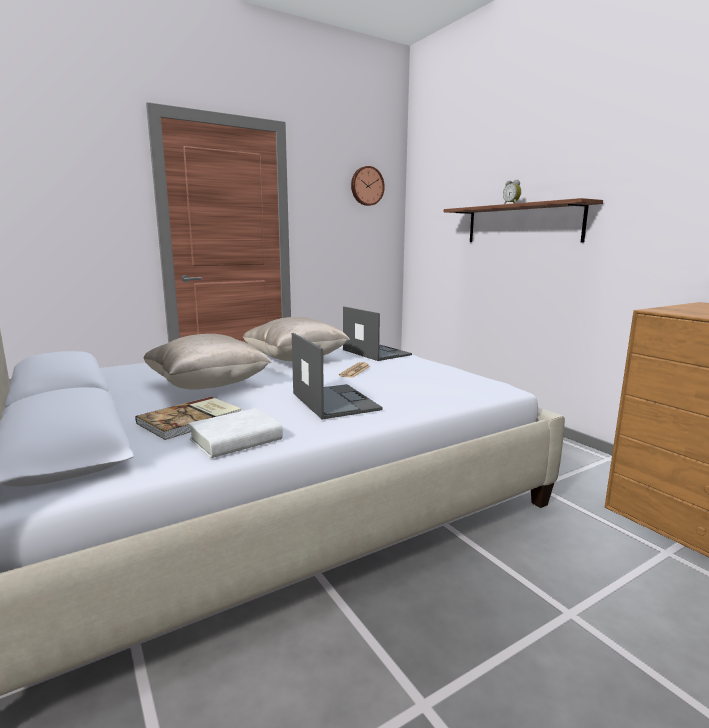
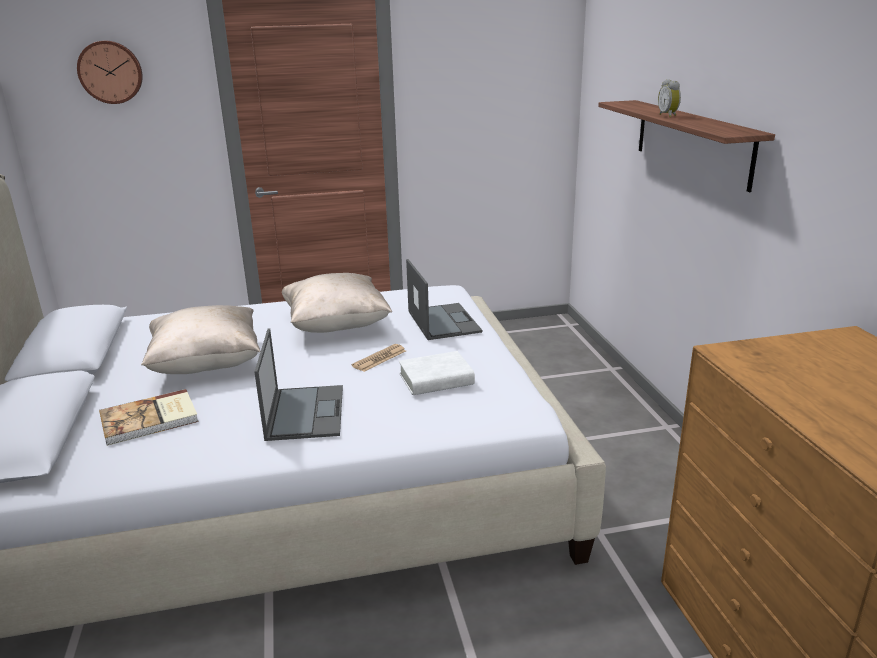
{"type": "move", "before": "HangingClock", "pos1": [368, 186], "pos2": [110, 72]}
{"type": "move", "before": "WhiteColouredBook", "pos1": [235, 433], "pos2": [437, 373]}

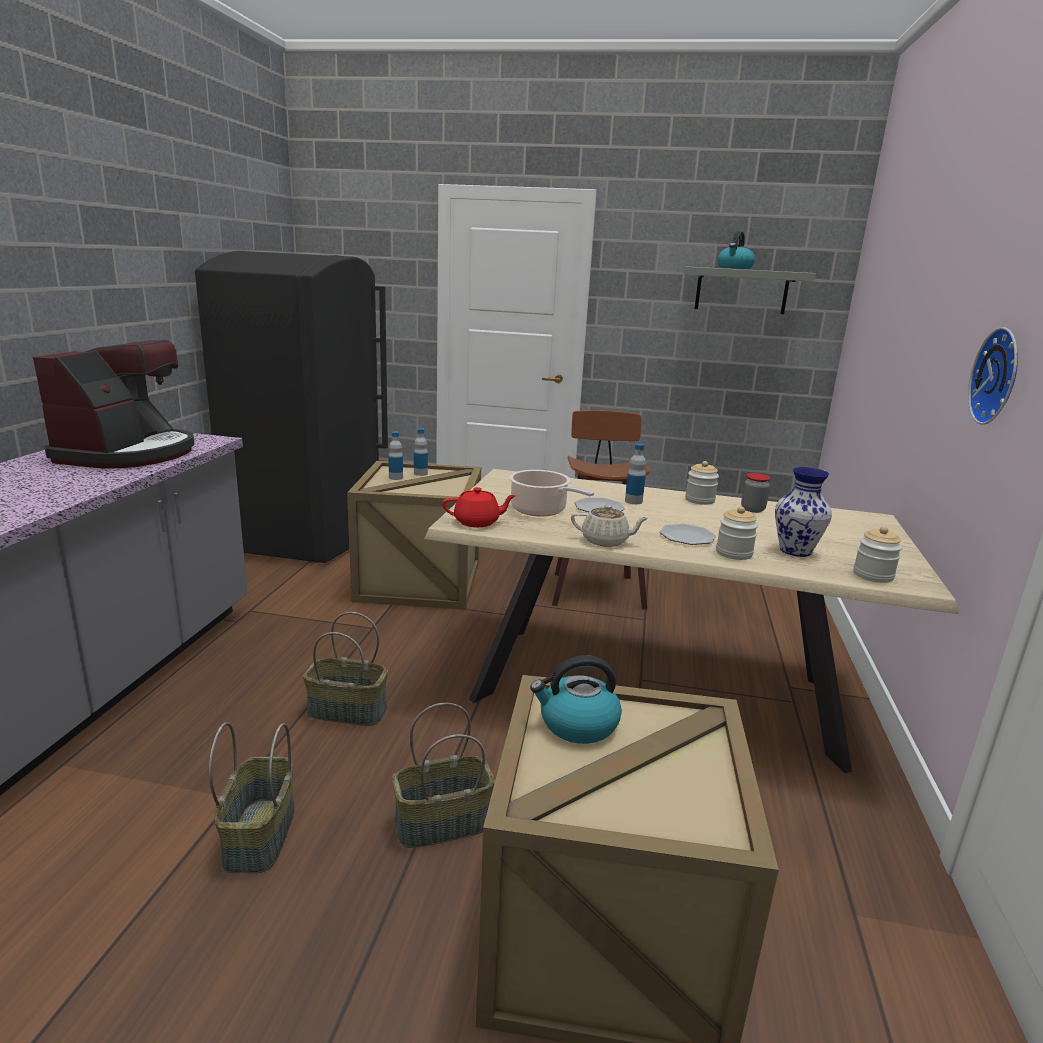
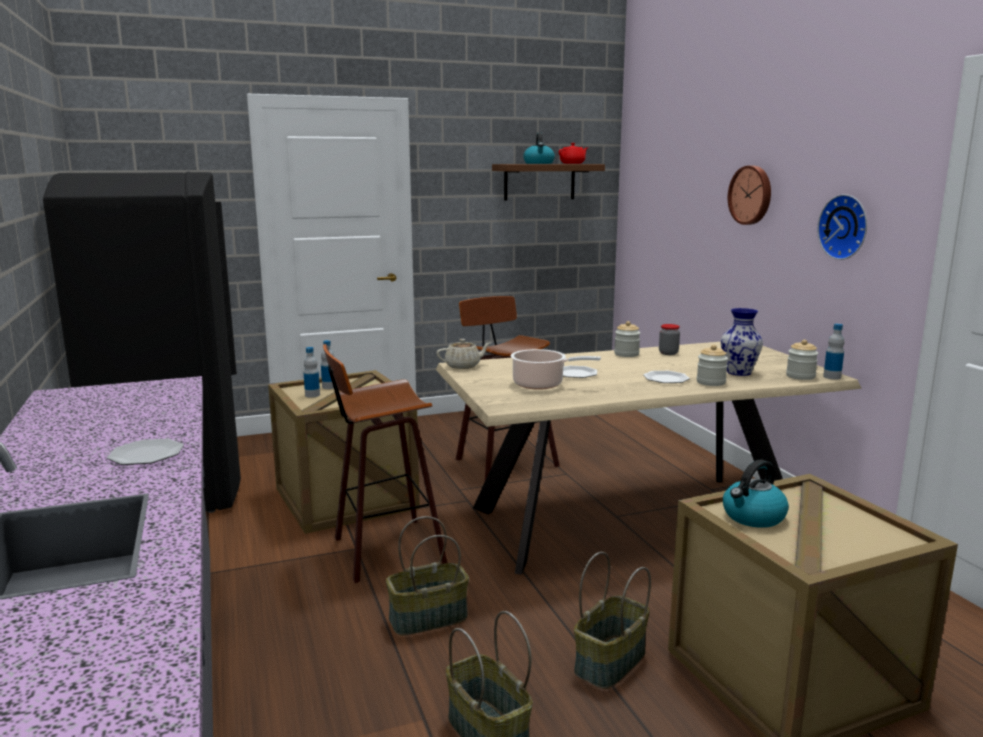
{"type": "insert", "after": "Plate", "pos2": [145, 452]}
{"type": "insert", "after": "StoolSeat", "pos2": [385, 463]}
{"type": "move", "before": "BeigeTeapot", "pos1": [610, 526], "pos2": [463, 354]}
{"type": "recolor", "before": "GreyShelf", "after": "BrownColouredShelf", "pos1": [750, 290], "pos2": [548, 182]}
{"type": "move", "before": "ReddishTeapot", "pos1": [479, 507], "pos2": [573, 153]}
{"type": "insert", "after": "HangingClock", "pos2": [749, 195]}
{"type": "move", "before": "DrinkBottle", "pos1": [635, 473], "pos2": [834, 351]}
{"type": "delete", "before": "CoffeeMaker", "pos1": [113, 404]}

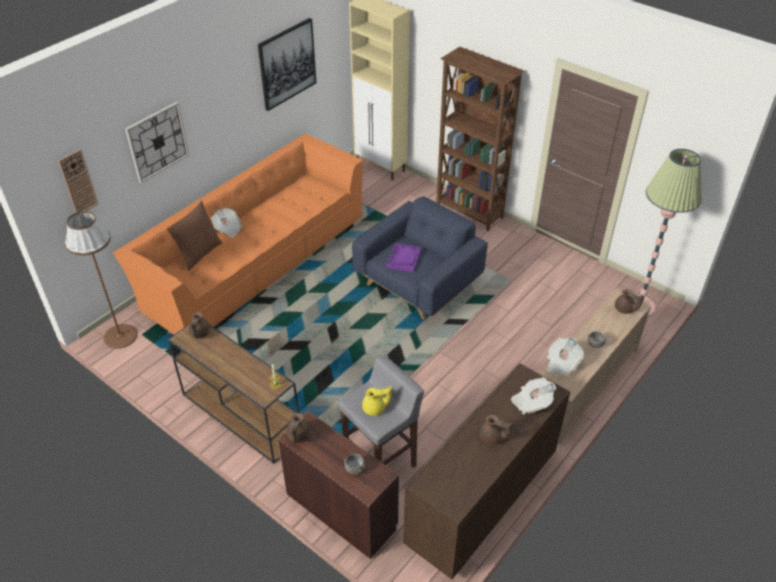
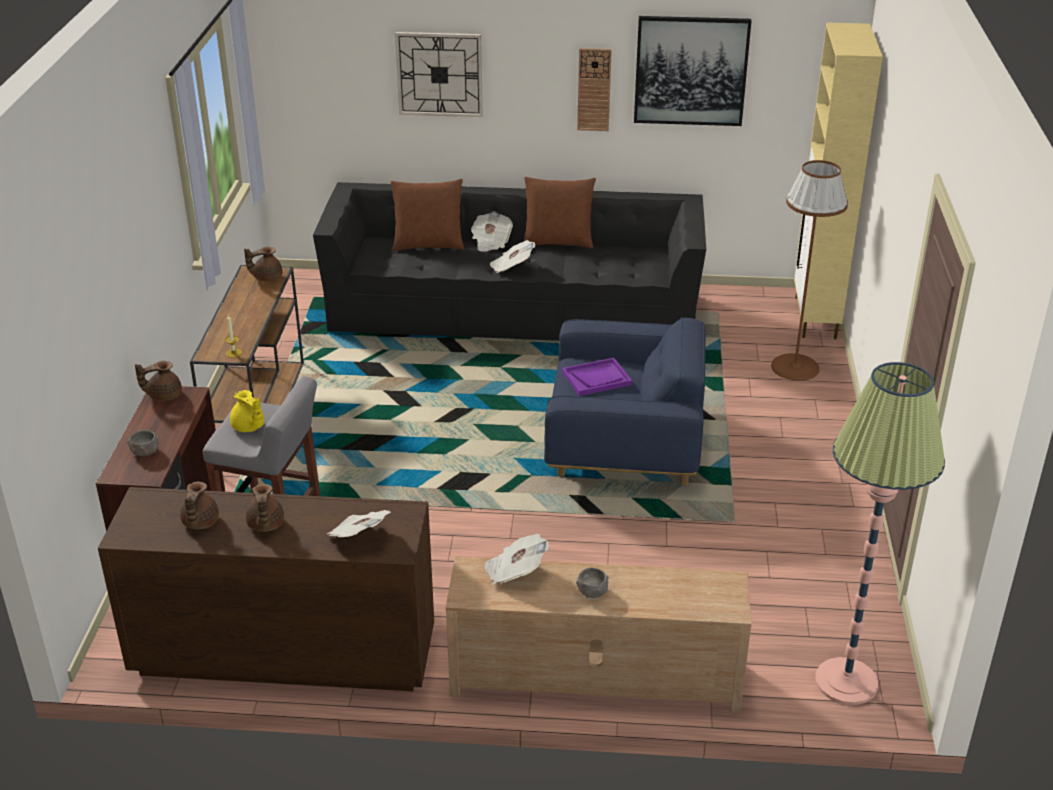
{"type": "move", "before": "BrownColouredTeapot", "pos1": [629, 301], "pos2": [199, 505]}
{"type": "recolor", "before": "OrangeColouredCouch", "after": "BlackColouredCouch", "pos1": [238, 234], "pos2": [509, 261]}
{"type": "insert", "after": "PrintedPaper", "pos2": [513, 256]}
{"type": "insert", "after": "BrownColouredCushion", "pos2": [559, 212]}
{"type": "move", "before": "HangingClock", "pos1": [78, 181], "pos2": [594, 89]}
{"type": "move", "before": "BrownColouredStandingLamp", "pos1": [101, 280], "pos2": [809, 270]}
{"type": "delete", "before": "BrownColouredShelvingUnit", "pos1": [480, 139]}

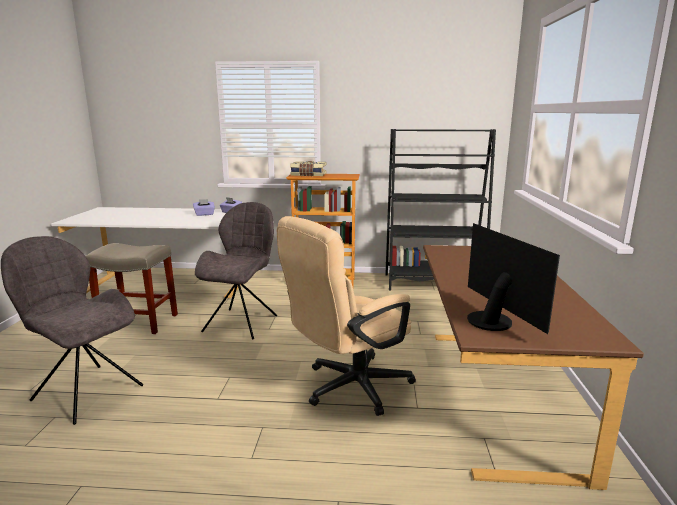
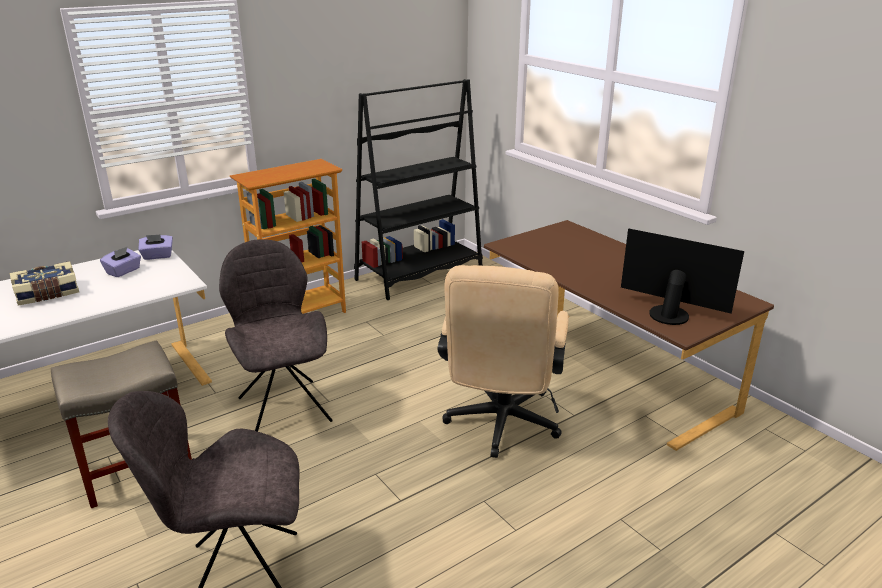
{"type": "move", "before": "Book", "pos1": [308, 168], "pos2": [44, 283]}

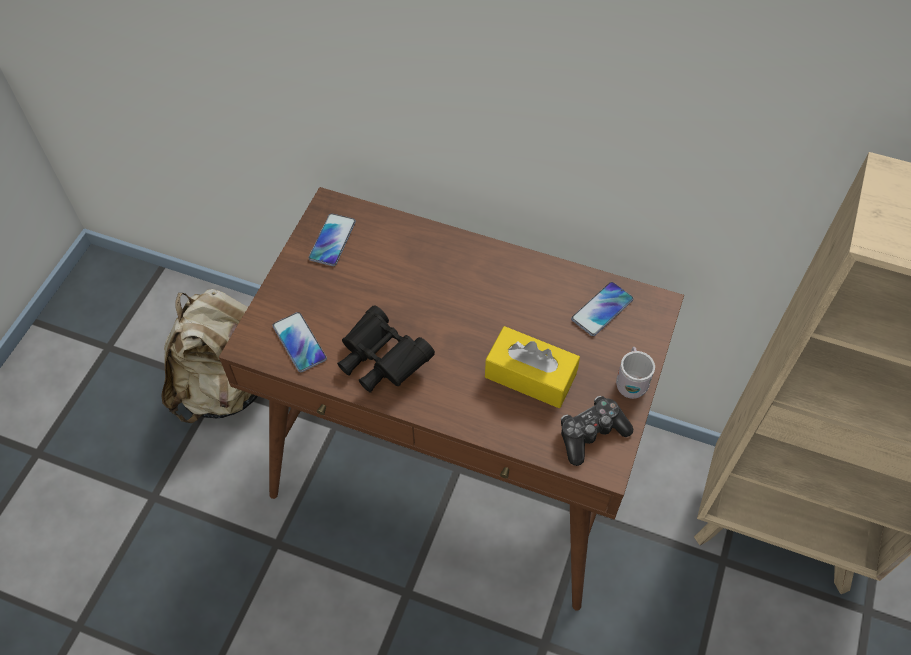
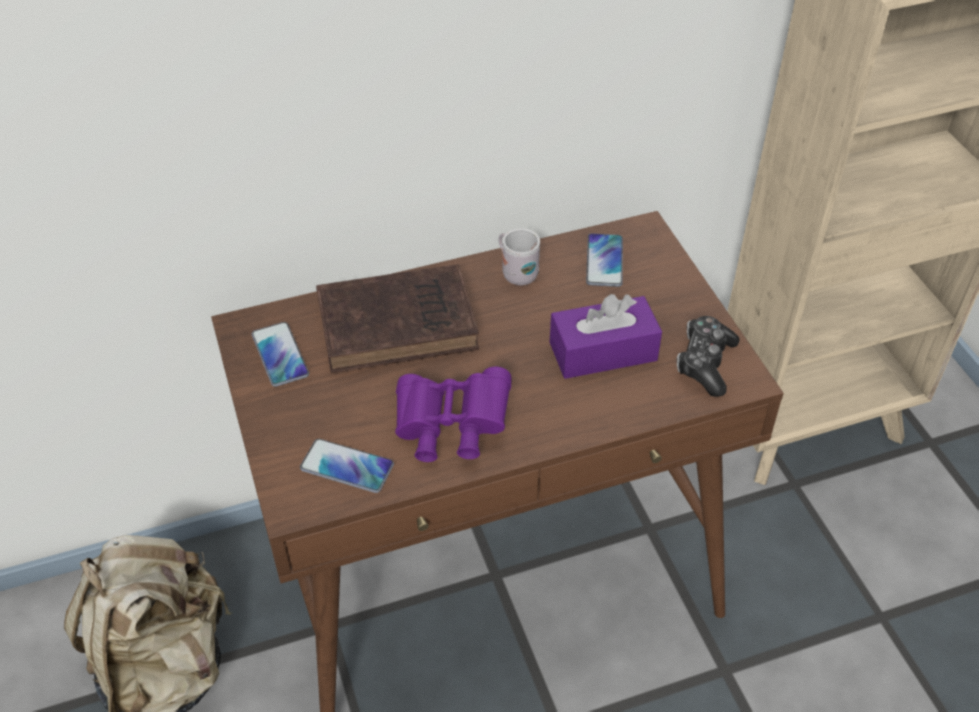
{"type": "insert", "after": "BrownColouredBook", "pos2": [397, 318]}
{"type": "recolor", "before": "BlackColouredFieldGlasses", "after": "PurpleColouredFieldGlasses", "pos1": [386, 349], "pos2": [453, 414]}
{"type": "move", "before": "WhiteColouredMug", "pos1": [635, 373], "pos2": [519, 256]}
{"type": "recolor", "before": "YellowishTissueHolder", "after": "PurpleColouredTissueHolder", "pos1": [532, 367], "pos2": [606, 336]}

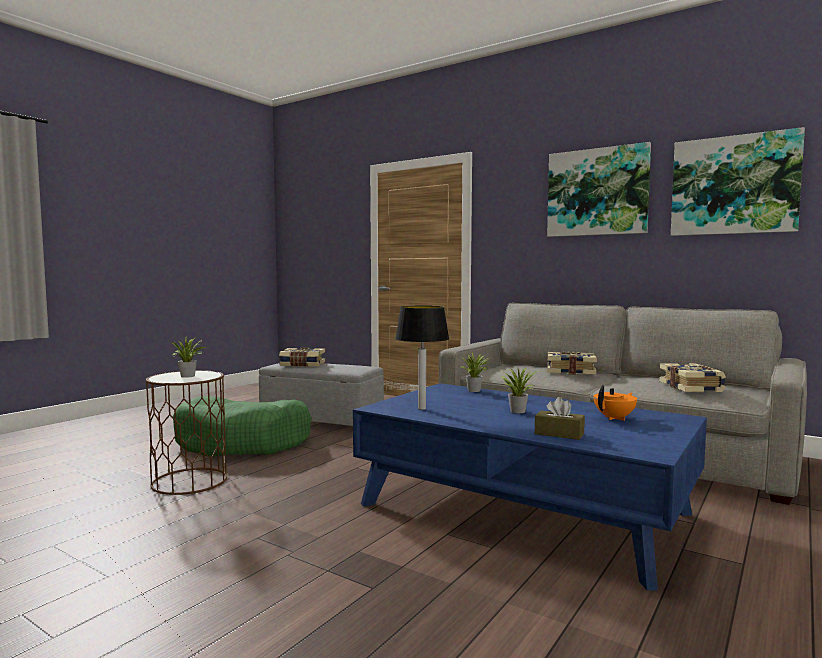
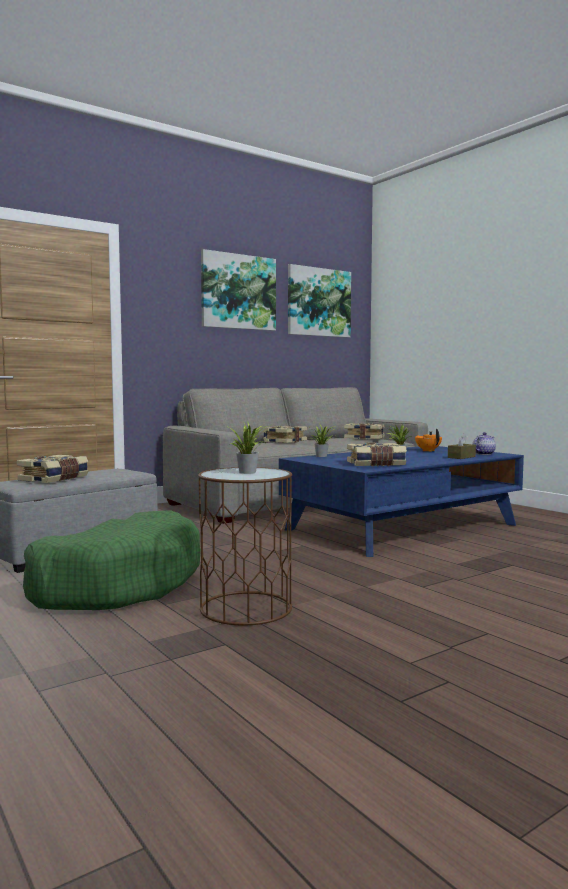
{"type": "replace", "before": "TabletopLamp", "after": "Book", "pos1": [422, 358], "pos2": [377, 454]}
{"type": "insert", "after": "Teapot", "pos2": [484, 443]}

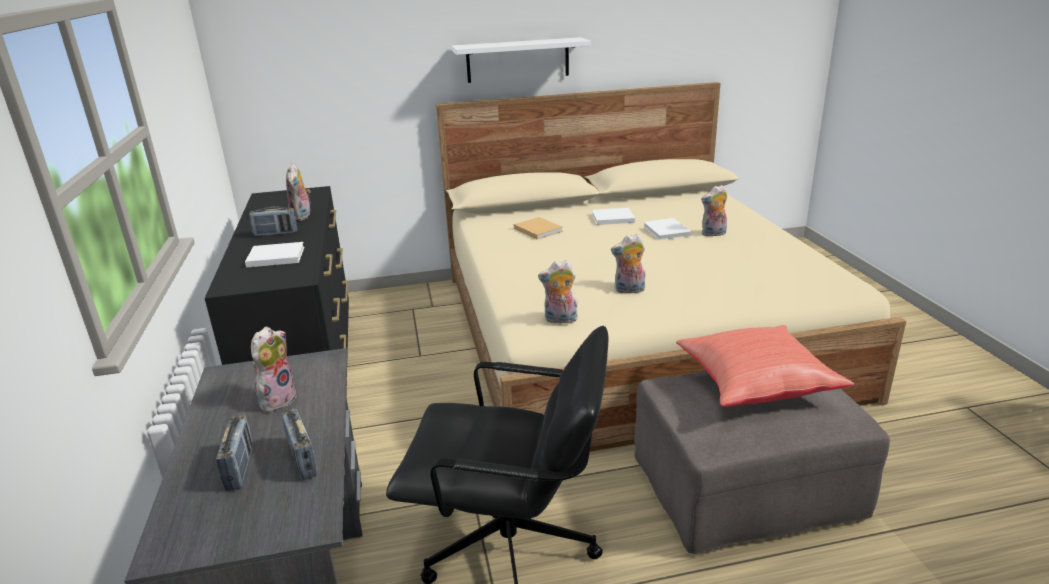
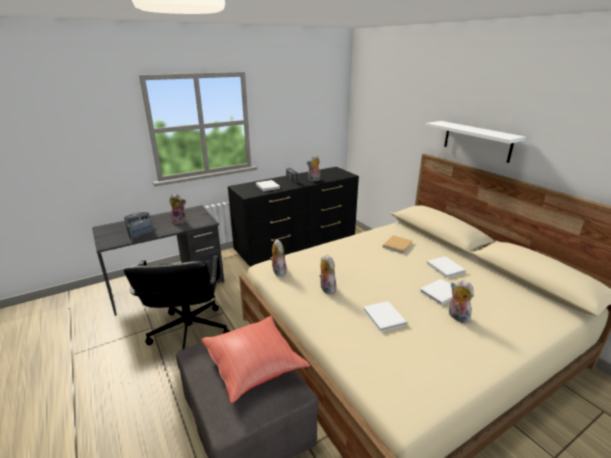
{"type": "insert", "after": "WhiteColouredBook", "pos2": [385, 316]}

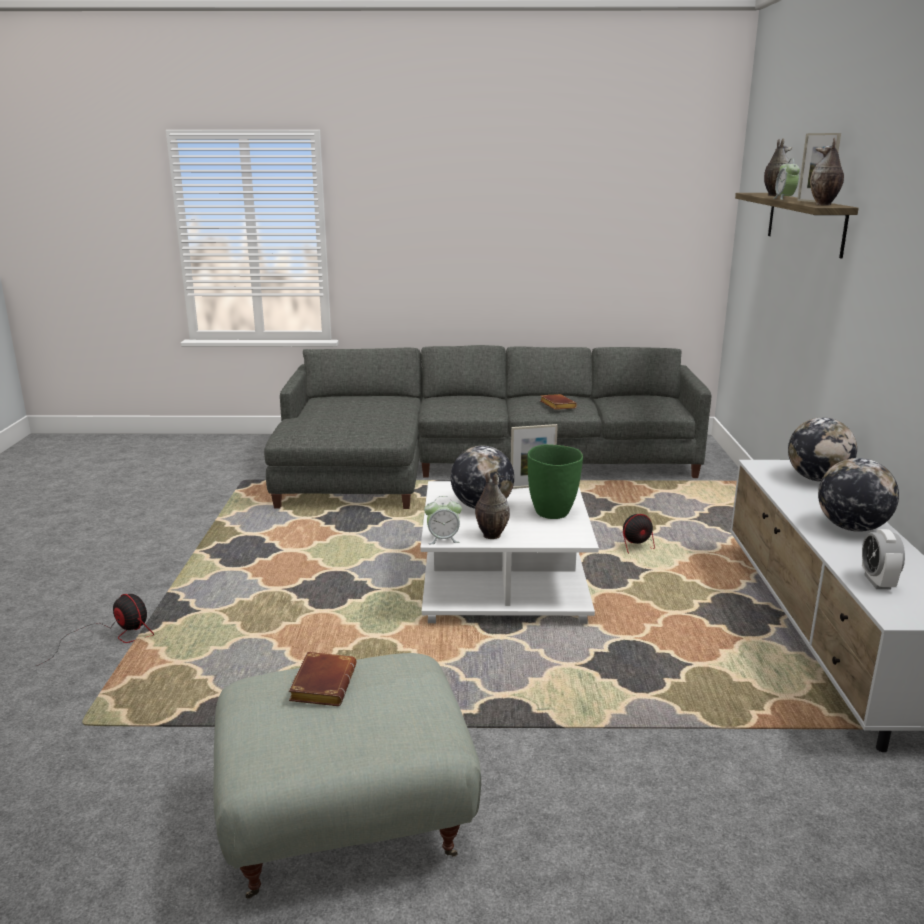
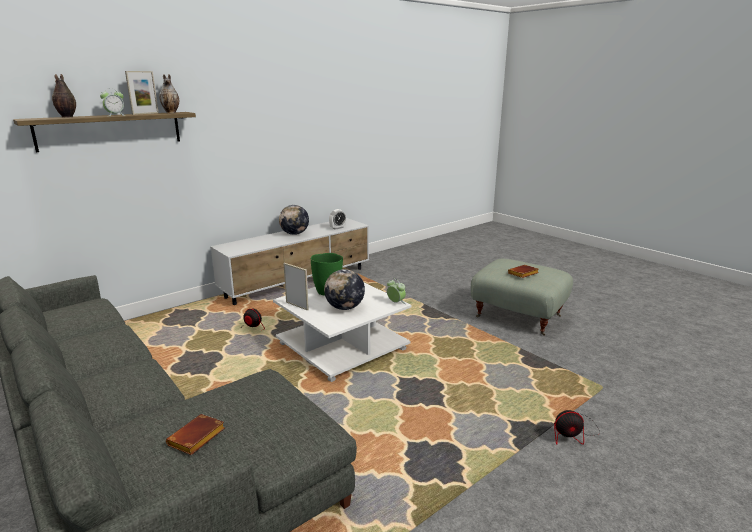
{"type": "move", "before": "BrownColouredBook", "pos1": [558, 402], "pos2": [195, 434]}
{"type": "rotate", "before": "CoolingFan", "pos1": [95, 630], "pos2": [577, 427], "turn": -90}
{"type": "delete", "before": "FlowerVase", "pos1": [492, 505]}
{"type": "delete", "before": "WorldGlobe", "pos1": [822, 449]}

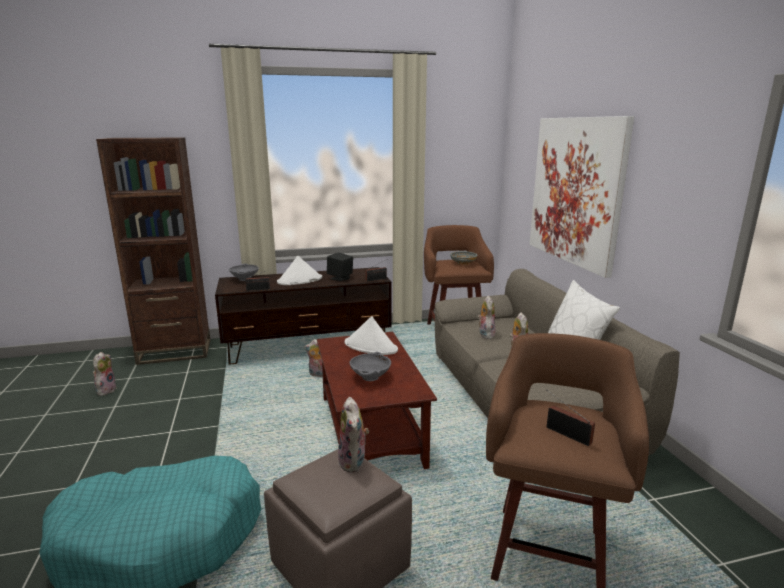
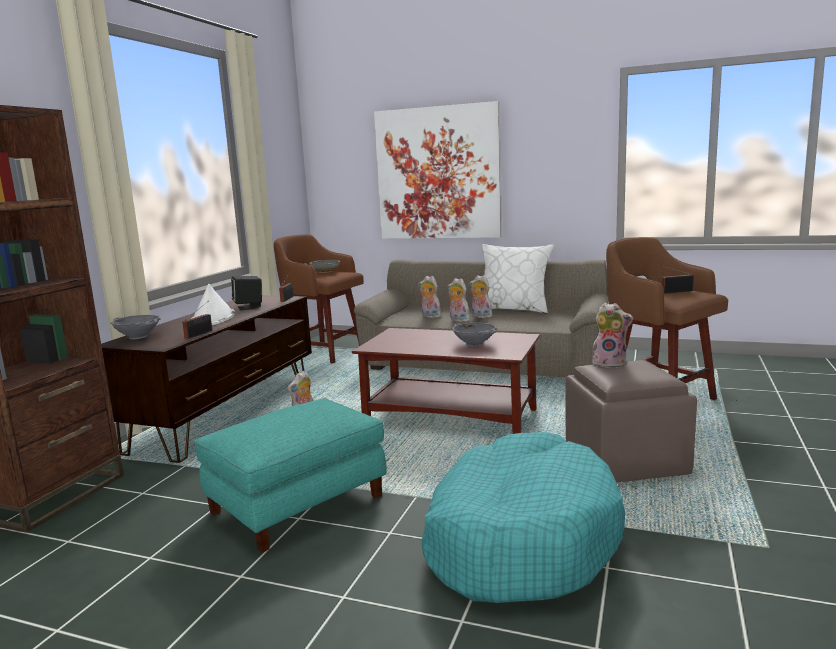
{"type": "insert", "after": "TurquoiseColouredPouffe", "pos2": [290, 475]}
{"type": "move", "before": "PlushToy", "pos1": [105, 374], "pos2": [460, 300]}
{"type": "delete", "before": "WhiteColouredClothingHat", "pos1": [371, 335]}

